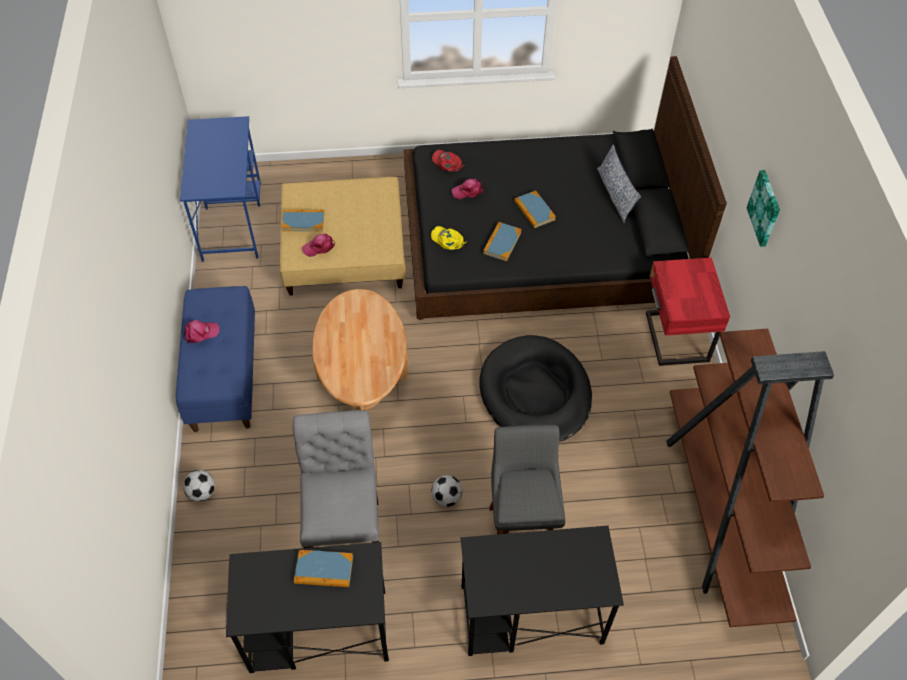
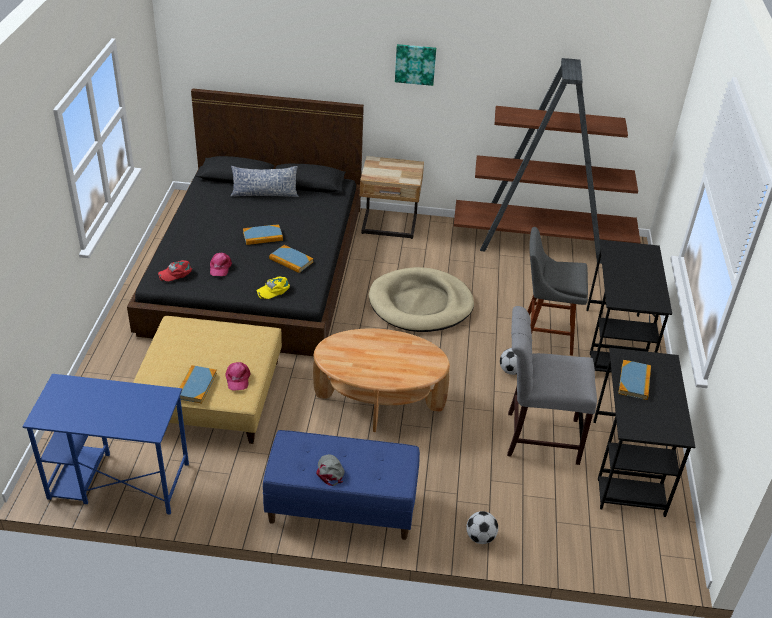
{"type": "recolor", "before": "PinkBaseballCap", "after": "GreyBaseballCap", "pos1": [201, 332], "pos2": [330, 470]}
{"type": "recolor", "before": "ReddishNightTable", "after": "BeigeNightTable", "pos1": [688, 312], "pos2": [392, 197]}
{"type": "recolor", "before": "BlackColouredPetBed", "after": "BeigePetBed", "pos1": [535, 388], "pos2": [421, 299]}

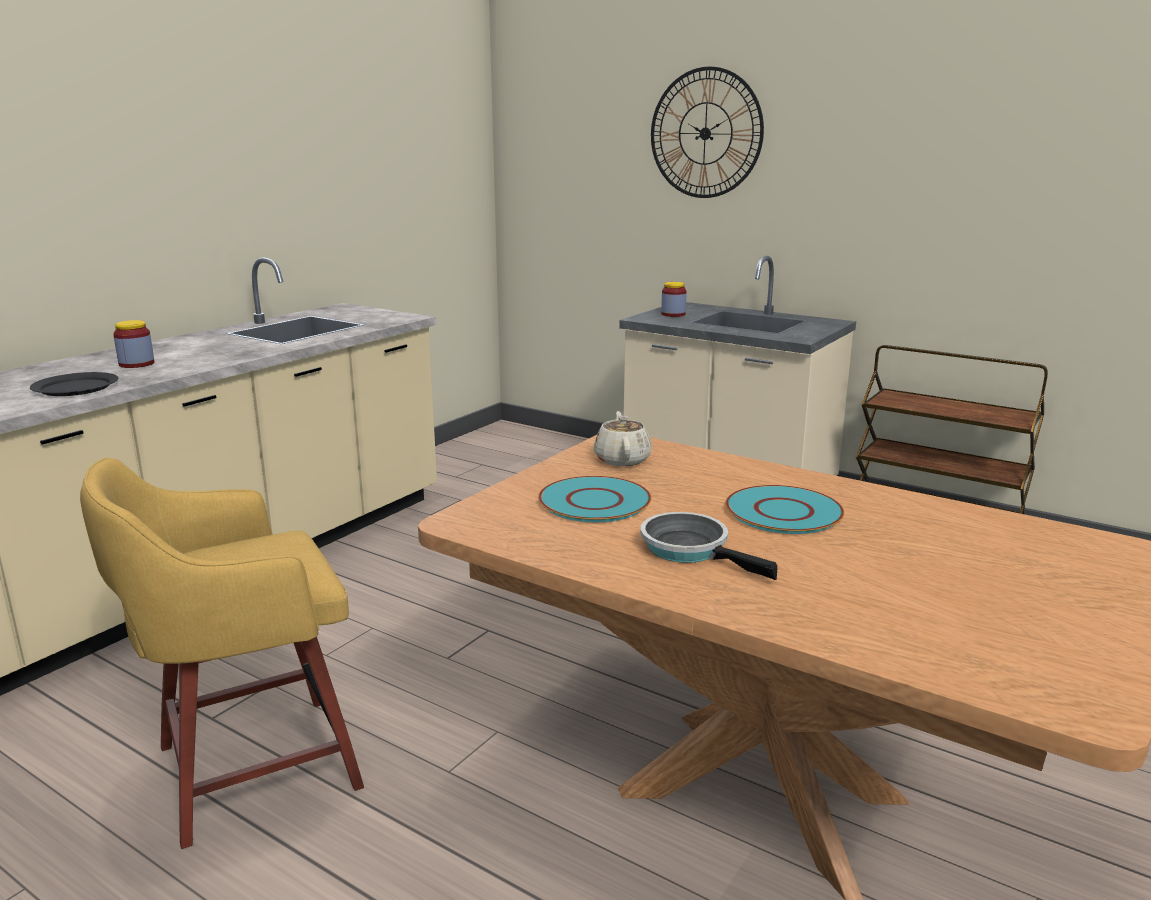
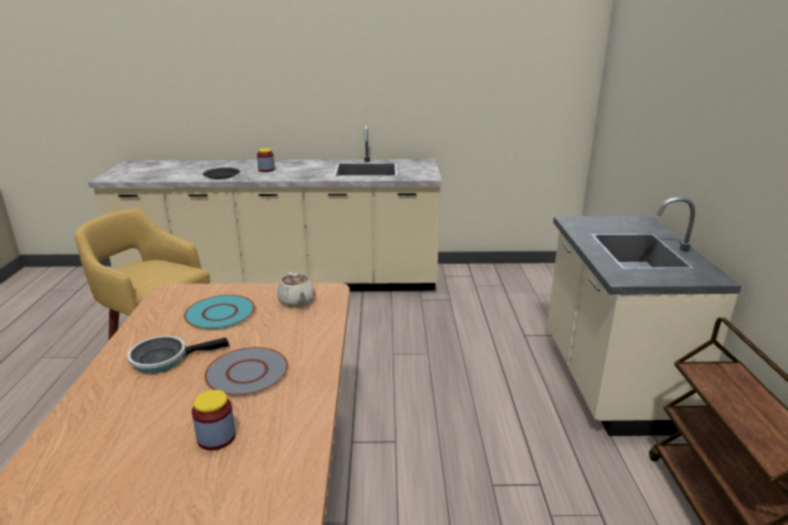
{"type": "rotate", "before": "Skillet", "pos1": [709, 546], "pos2": [178, 354], "turn": -120}
{"type": "move", "before": "Jar", "pos1": [674, 299], "pos2": [214, 420]}
{"type": "recolor", "before": "TurquoiseColouredPlate", "after": "GreyPlate", "pos1": [784, 509], "pos2": [246, 371]}
{"type": "rotate", "before": "BeigeTeapot", "pos1": [622, 438], "pos2": [296, 289], "turn": 105}
{"type": "delete", "before": "HangingClock", "pos1": [707, 132]}

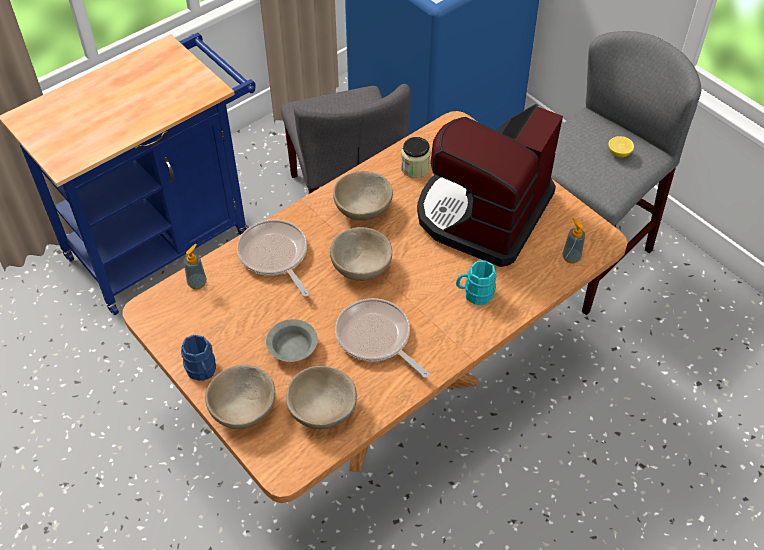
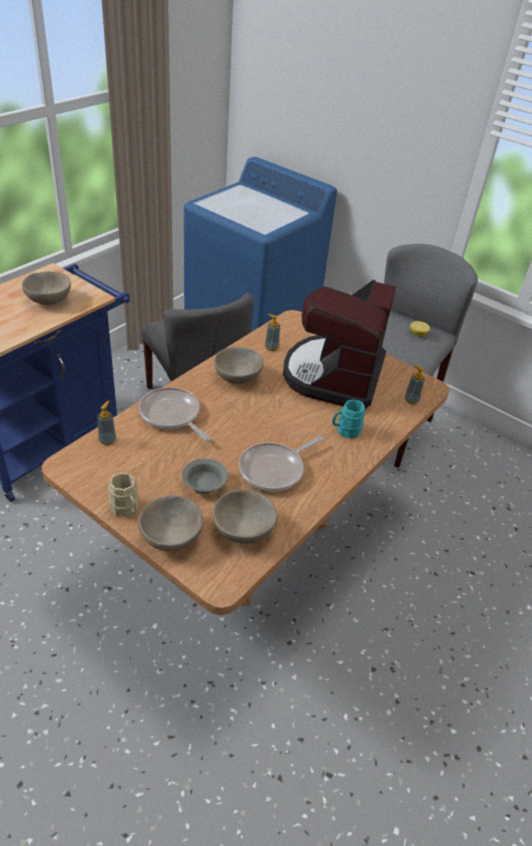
{"type": "move", "before": "BeigeBowl", "pos1": [361, 254], "pos2": [46, 288]}
{"type": "recolor", "before": "BluishMug", "after": "BeigeMug", "pos1": [198, 358], "pos2": [123, 495]}
{"type": "rotate", "before": "Skillet", "pos1": [382, 338], "pos2": [281, 464], "turn": -75}
{"type": "replace", "before": "Jar", "after": "SoapDispenser", "pos1": [416, 157], "pos2": [272, 332]}

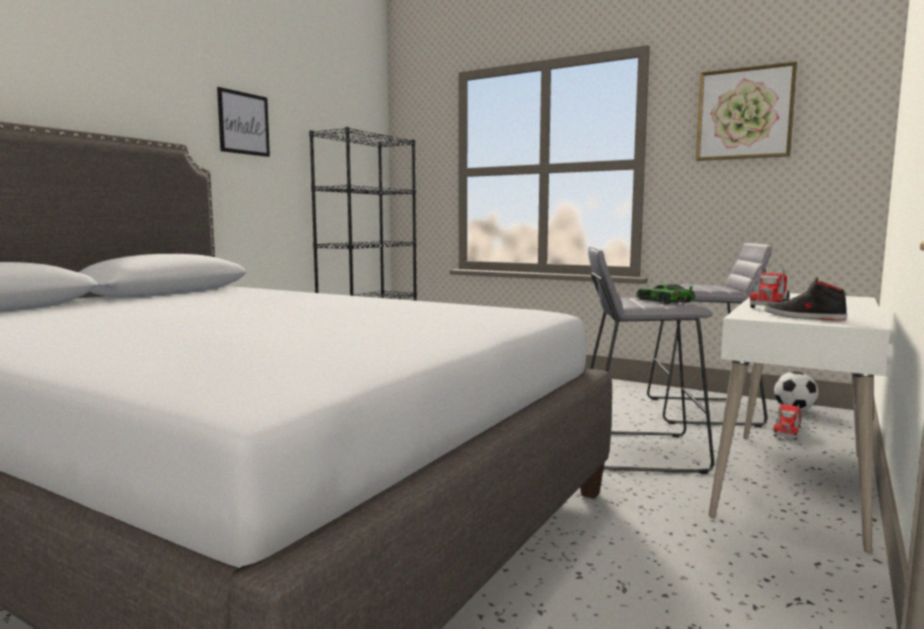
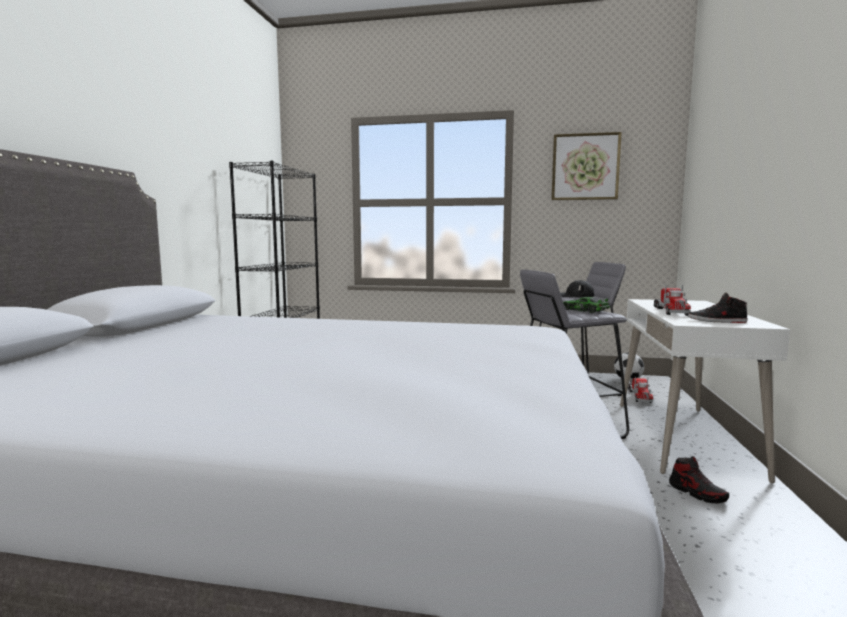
{"type": "insert", "after": "BlackColouredBaseballCap", "pos2": [577, 288]}
{"type": "insert", "after": "ItemOfFootwear", "pos2": [699, 479]}
{"type": "delete", "before": "Picture", "pos1": [243, 122]}

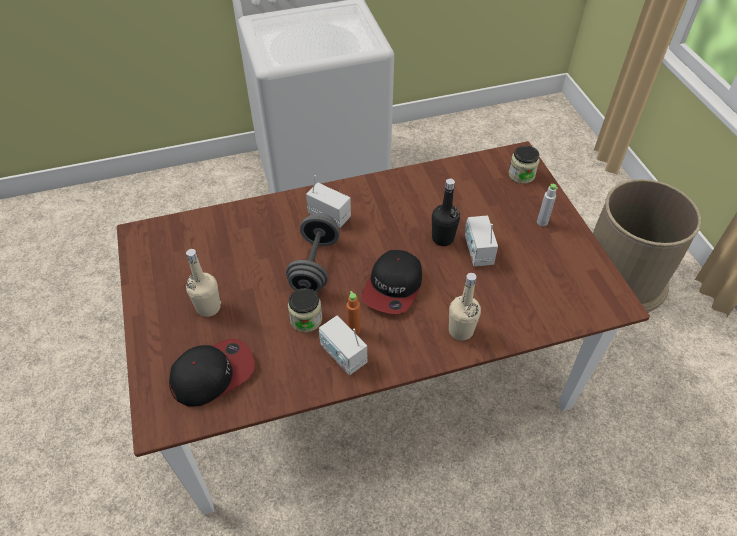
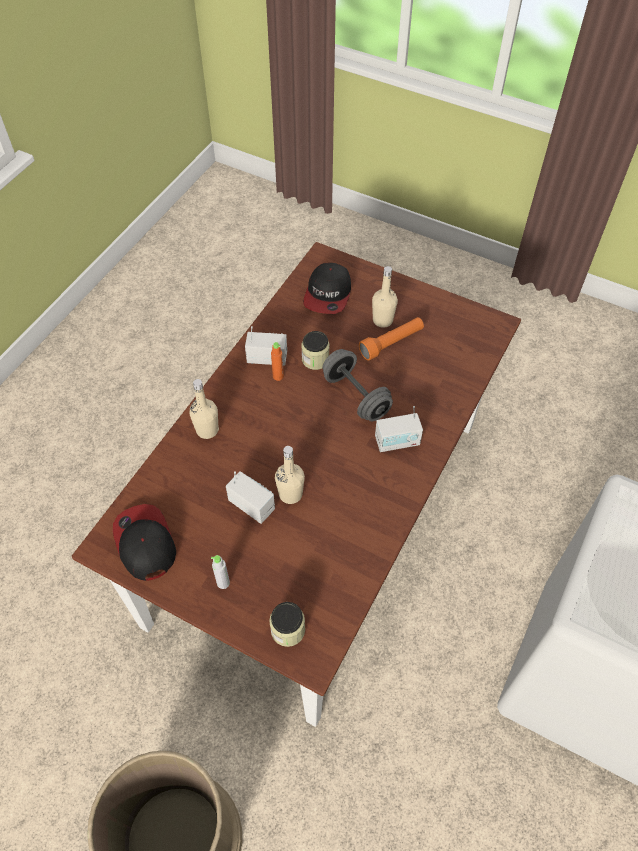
{"type": "move", "before": "BaseballCap", "pos1": [392, 282], "pos2": [144, 542]}
{"type": "recolor", "before": "BlackColouredDrinkBottle", "after": "BeigeDrinkBottle", "pos1": [446, 212], "pos2": [290, 475]}
{"type": "insert", "after": "OrangeColouredHandTorch", "pos2": [391, 339]}

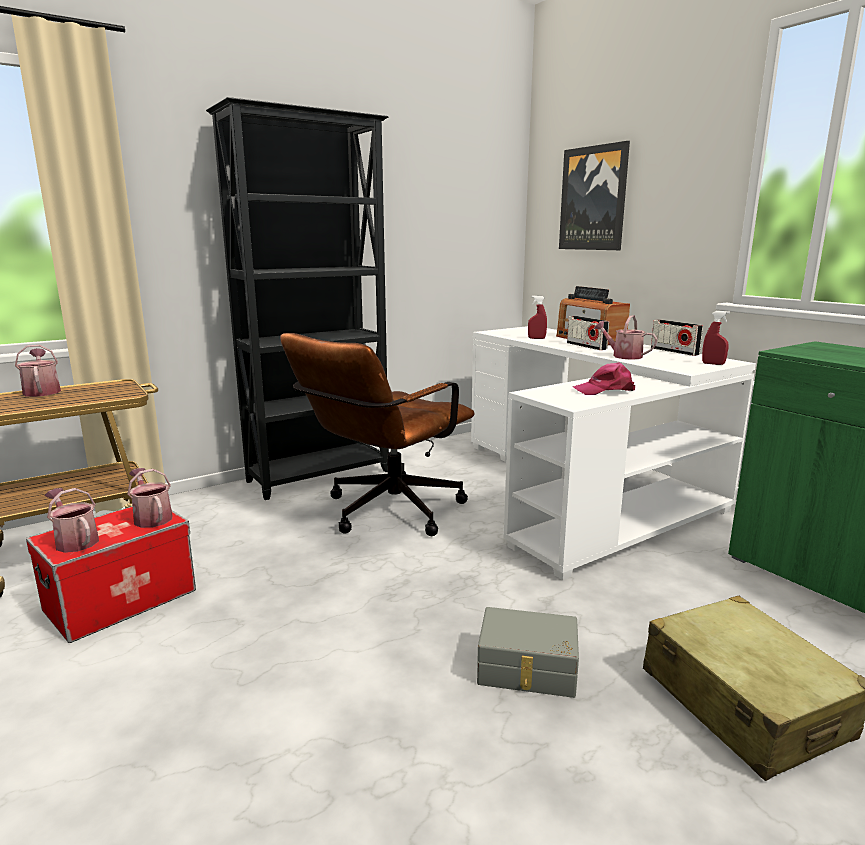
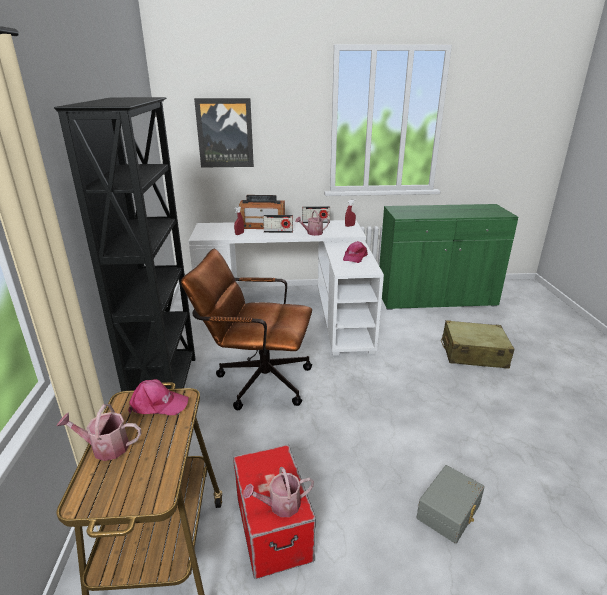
{"type": "insert", "after": "PinkBaseballCap", "pos2": [158, 397]}
{"type": "rotate", "before": "BrownColouredDeskChair", "pos1": [377, 434], "pos2": [246, 329], "turn": 120}
{"type": "move", "before": "GreyStorageBin", "pos1": [528, 652], "pos2": [451, 504]}
{"type": "delete", "before": "SprinklingCan", "pos1": [149, 498]}

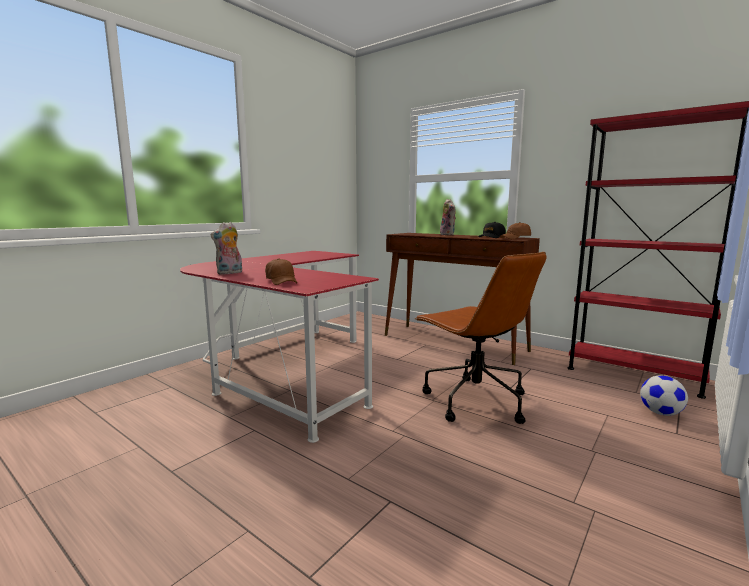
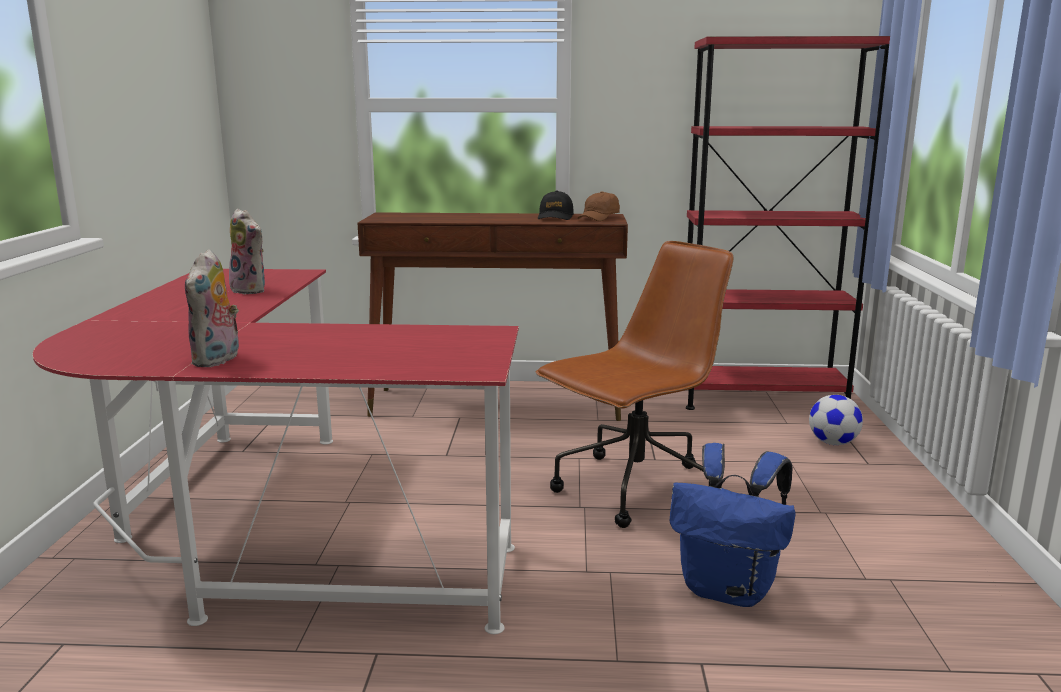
{"type": "move", "before": "PlushToy", "pos1": [448, 217], "pos2": [247, 251]}
{"type": "rotate", "before": "BrownColouredDeskChair", "pos1": [481, 338], "pos2": [634, 384], "turn": -60}
{"type": "insert", "after": "BluishRucksack", "pos2": [733, 525]}
{"type": "delete", "before": "BrownColouredBaseballCap", "pos1": [281, 271]}

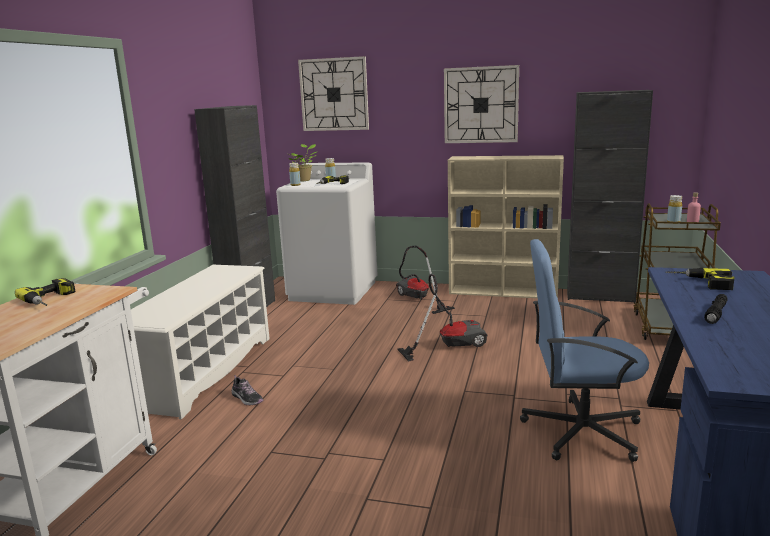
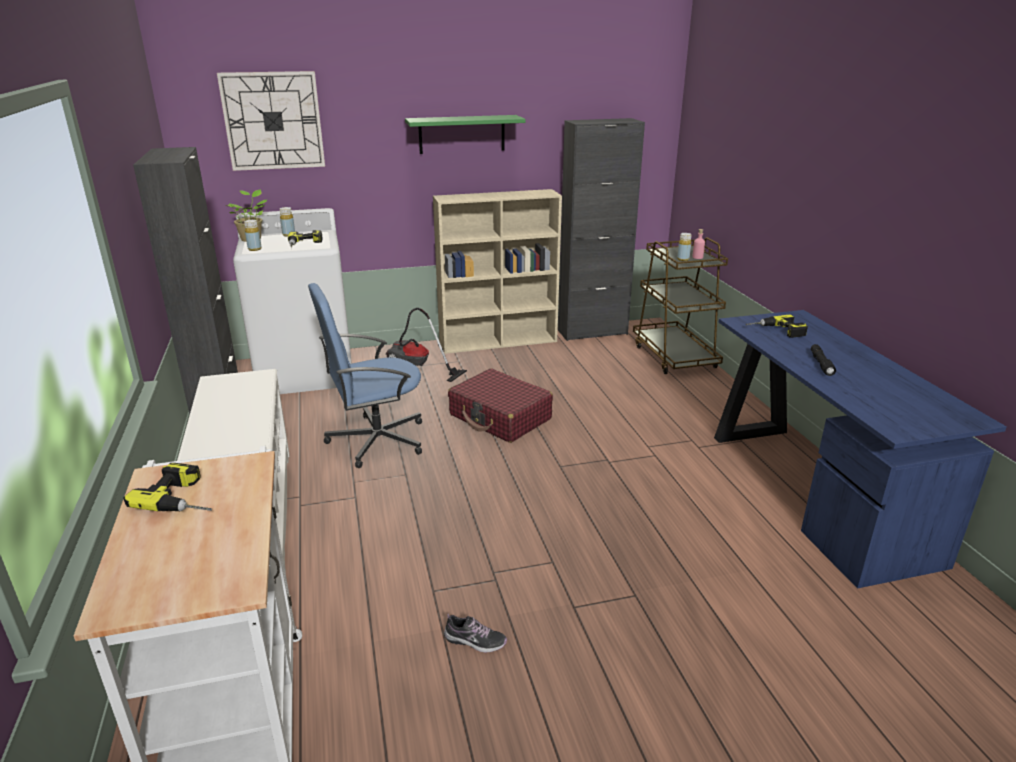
{"type": "move", "before": "BluishDeskChair", "pos1": [584, 350], "pos2": [365, 375]}
{"type": "replace", "before": "HangingClock", "after": "GreenShelf", "pos1": [481, 104], "pos2": [465, 134]}
{"type": "move", "before": "ItemOfFootwear", "pos1": [247, 390], "pos2": [475, 633]}
{"type": "replace", "before": "Vacuum", "after": "ReddishPieceOfLuggage", "pos1": [442, 318], "pos2": [500, 405]}

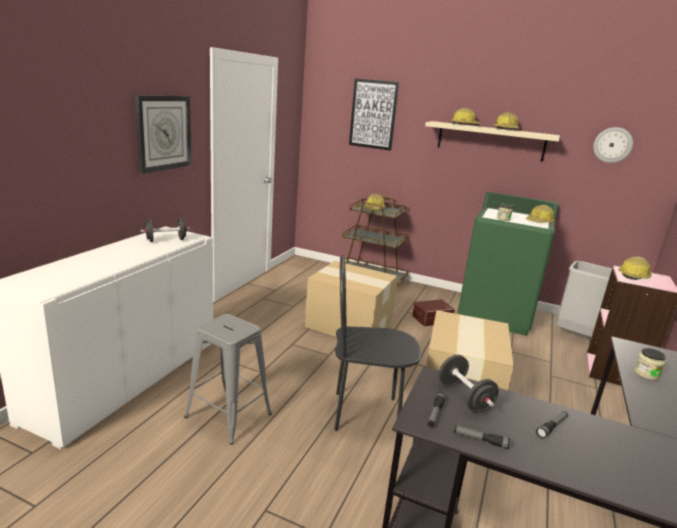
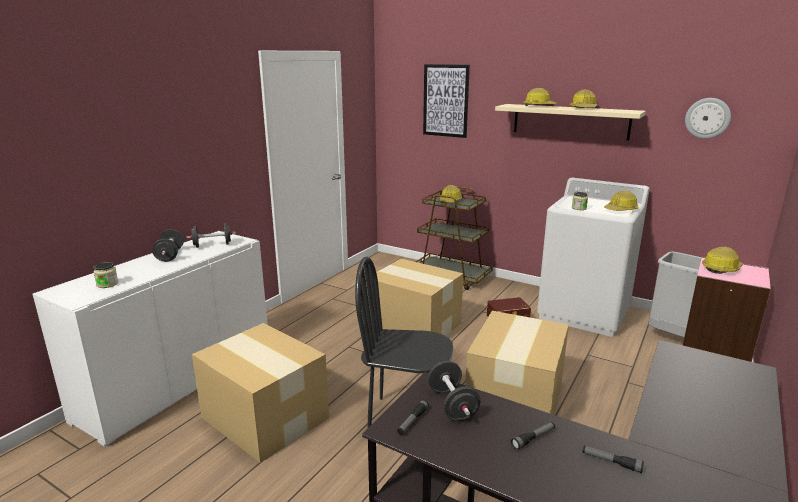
{"type": "move", "before": "Jar", "pos1": [650, 364], "pos2": [106, 275]}
{"type": "insert", "after": "BlackColouredDumbbell", "pos2": [168, 245]}
{"type": "replace", "before": "GreyStoolSeat", "after": "PackingBox", "pos1": [228, 379], "pos2": [260, 393]}
{"type": "recolor", "before": "GreenLaundryAppliance", "after": "WhiteColouredLaundryAppliance", "pos1": [508, 264], "pos2": [593, 257]}
{"type": "move", "before": "HandTorch", "pos1": [482, 437], "pos2": [613, 459]}
{"type": "delete", "before": "HangingClock", "pos1": [163, 134]}

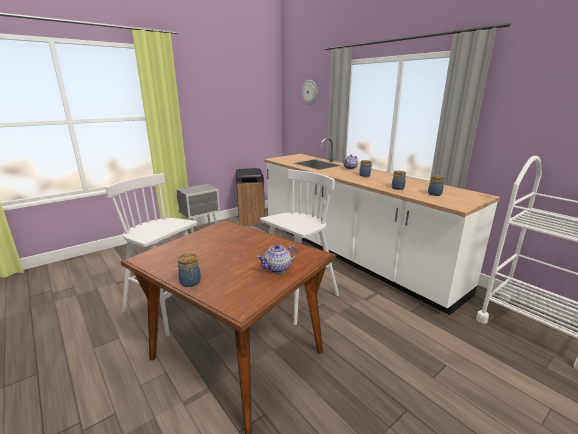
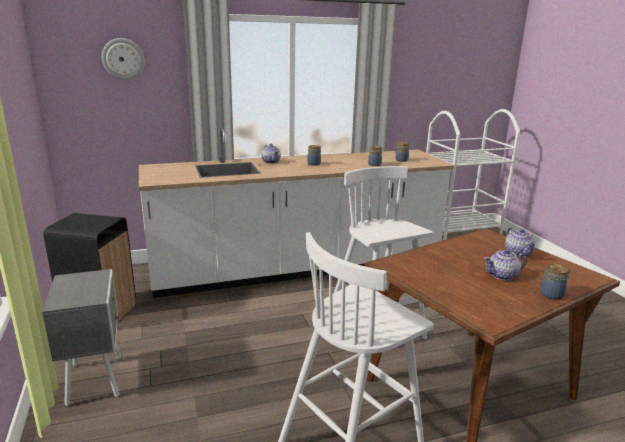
{"type": "insert", "after": "Teapot", "pos2": [505, 265]}

